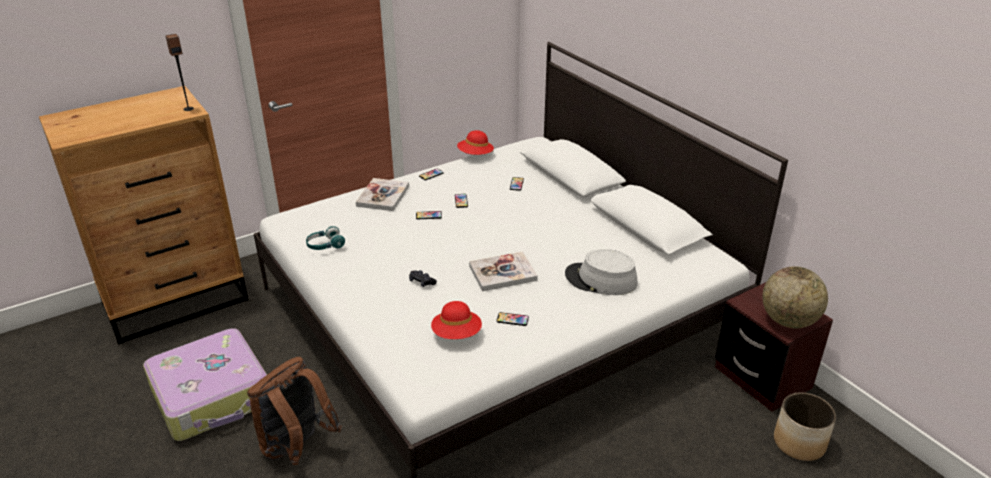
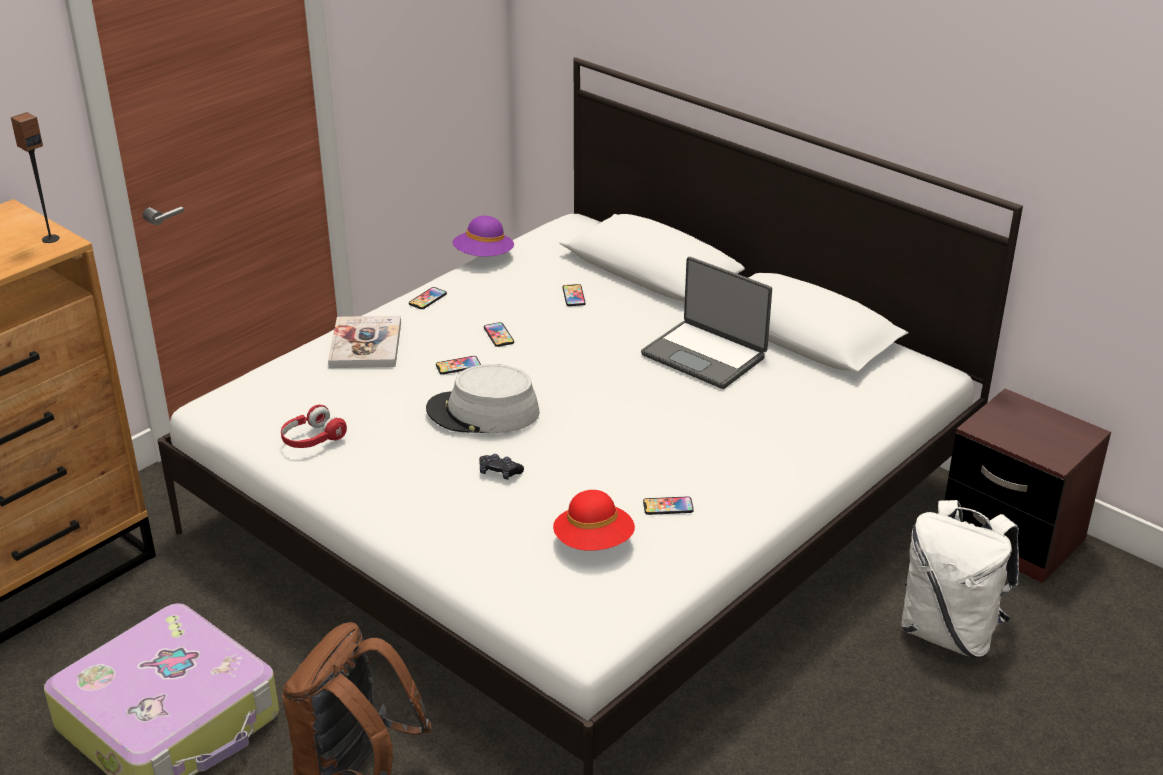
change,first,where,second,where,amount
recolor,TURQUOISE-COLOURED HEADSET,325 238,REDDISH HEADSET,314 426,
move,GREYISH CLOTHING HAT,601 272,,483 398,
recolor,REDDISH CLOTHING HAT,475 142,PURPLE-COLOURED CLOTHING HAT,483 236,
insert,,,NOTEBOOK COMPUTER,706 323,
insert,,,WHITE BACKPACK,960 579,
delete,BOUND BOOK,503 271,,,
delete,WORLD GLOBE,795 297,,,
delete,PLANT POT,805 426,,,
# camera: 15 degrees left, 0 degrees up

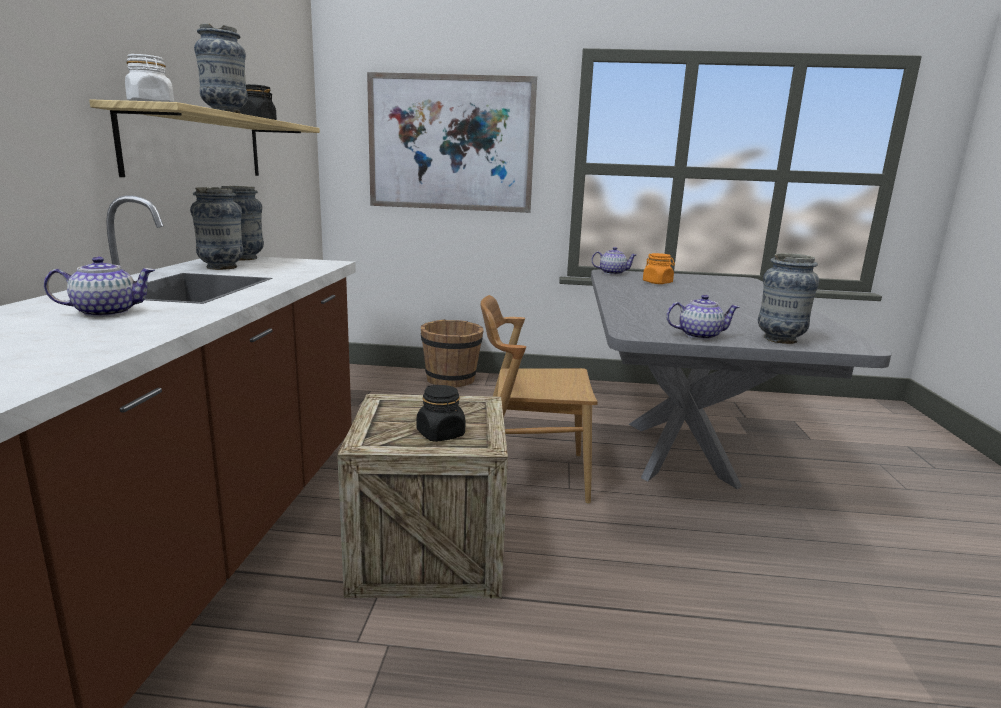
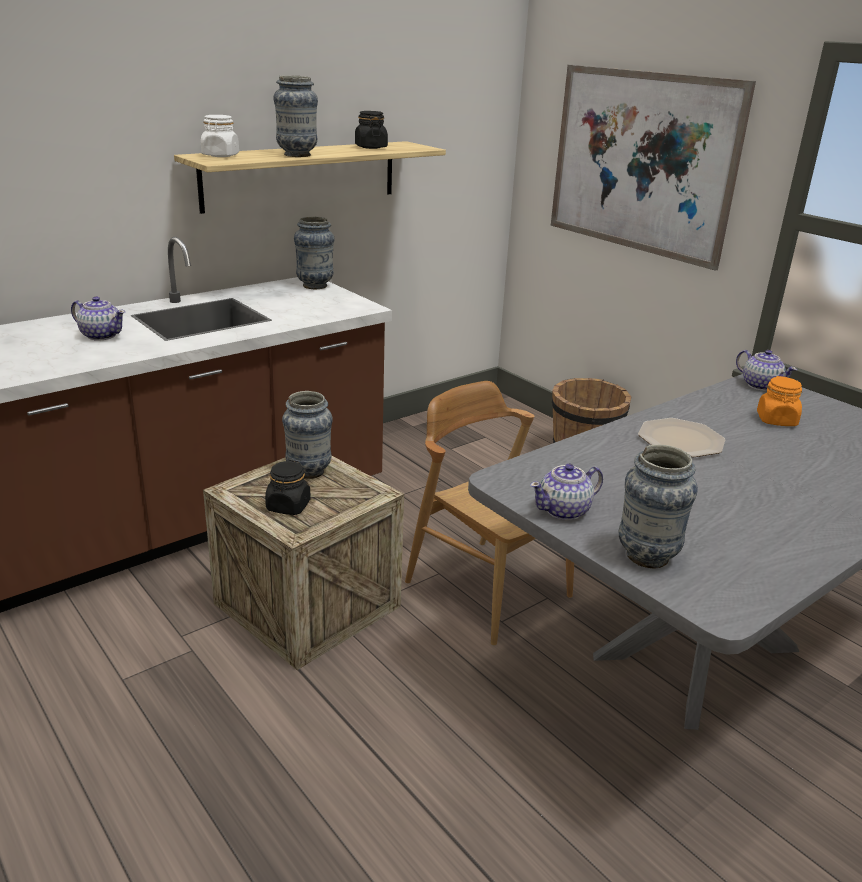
change,first,where,second,where,amount
move,DECORATIVE VASE,217 228,,307 435,
rotate,TEA POT,702 317,,566 492,105 degrees clockwise
insert,,,DINNER PLATE,682 437,
# camera: 45 degrees right, 10 degrees up

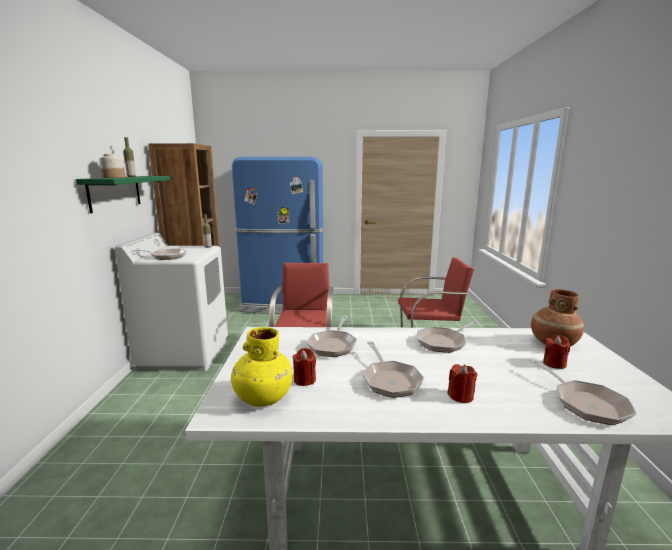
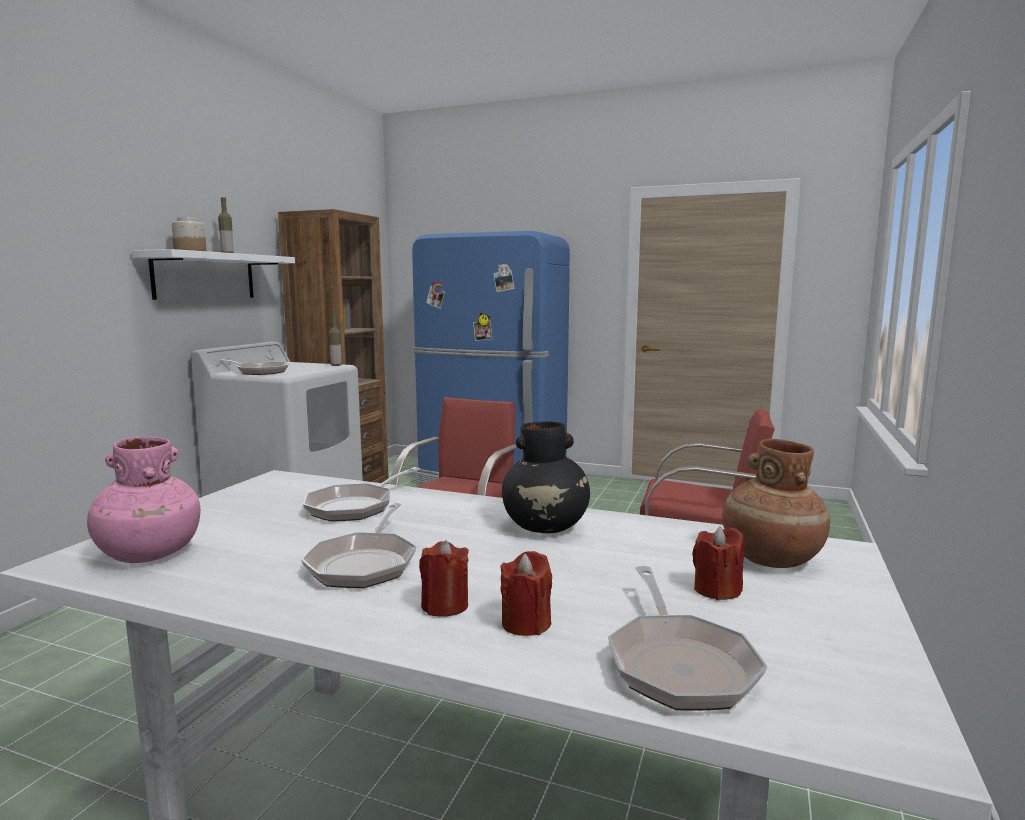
change,first,where,second,where,amount
recolor,YELLOW DECORATIVE VASE,261 367,PINK DECORATIVE VASE,143 499,
recolor,GREEN BRACKET SHELF,123 194,WHITE BRACKET SHELF,213 274,
move,REDDISH WAX LIGHT,304 367,,526 593,
replace,FRYING PAN,448 337,BLACKISH DECORATIVE VASE,546 477,
# camera: 20 degrees right, 5 degrees down

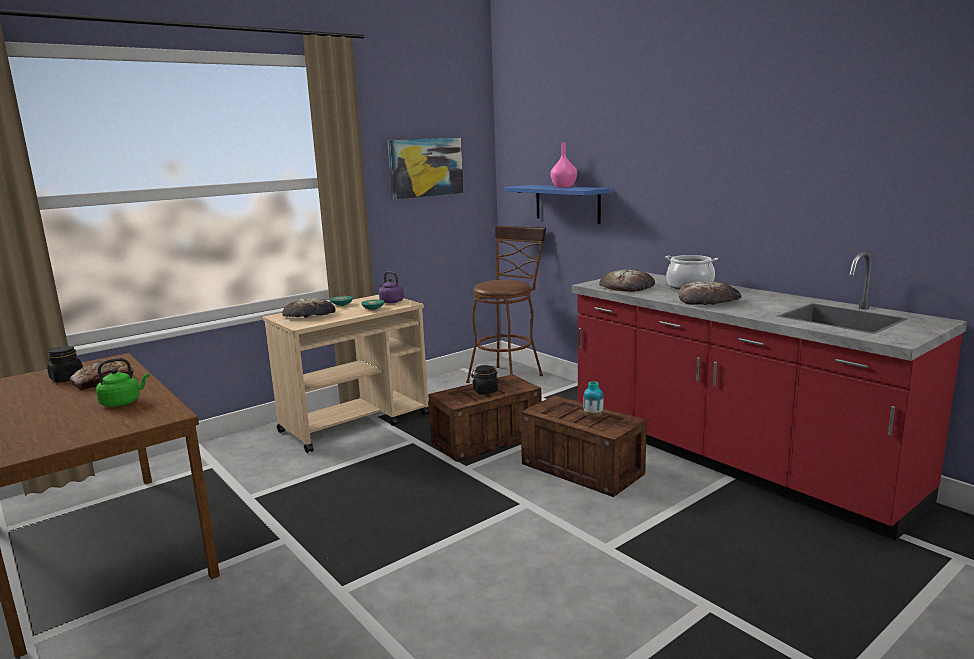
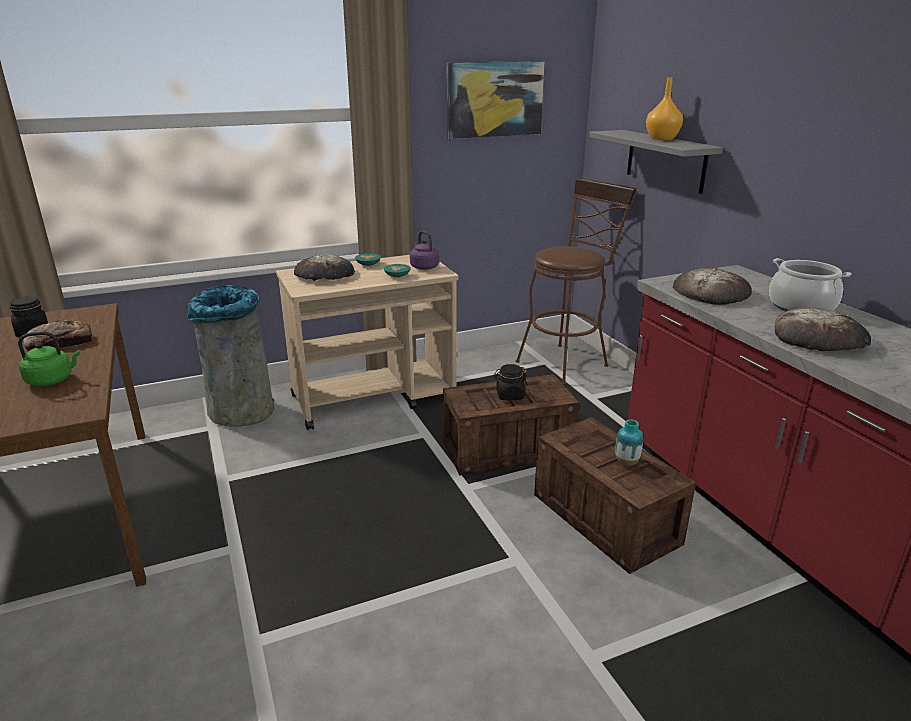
change,first,where,second,where,amount
insert,,,GREYISH WASTE BIN,230 356,
recolor,BLUE-COLOURED BRACKET SHELF,558 204,GREYISH BRACKET SHELF,656 162,
recolor,PINK DECORATIVE VASE,563 165,ORANGE DECORATIVE VASE,664 108,
# camera: 15 degrees right, 10 degrees up

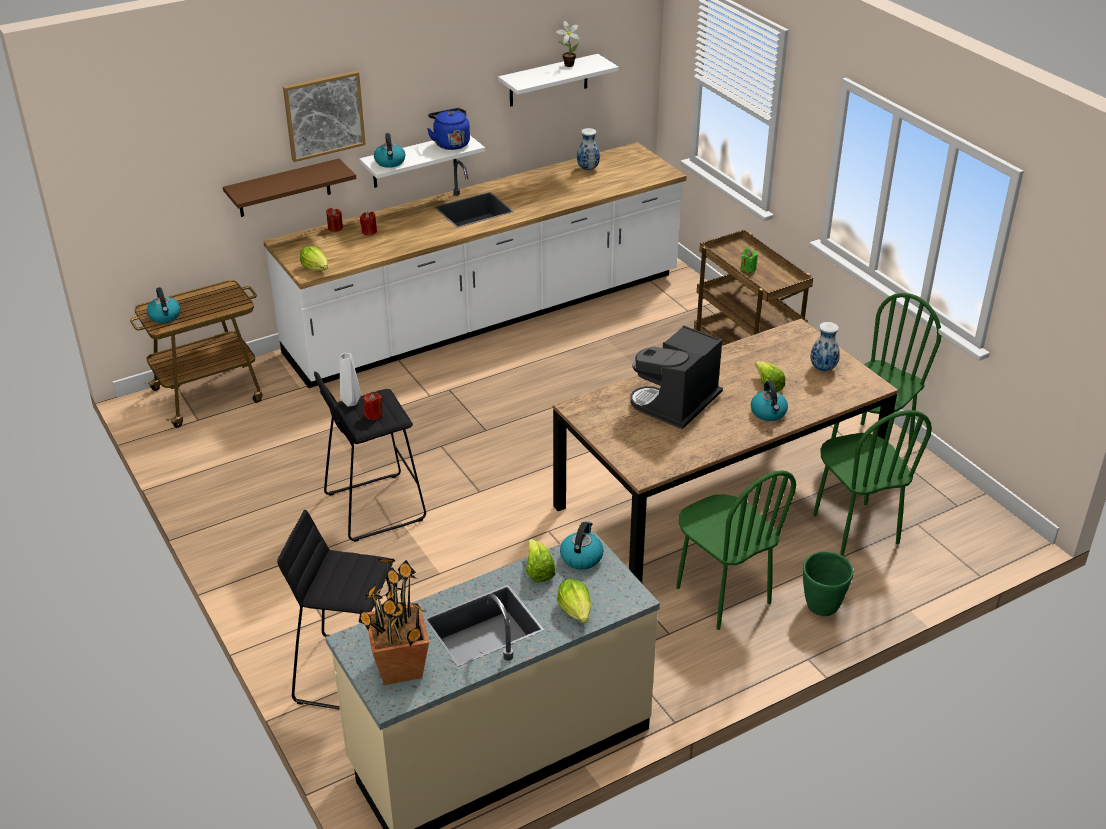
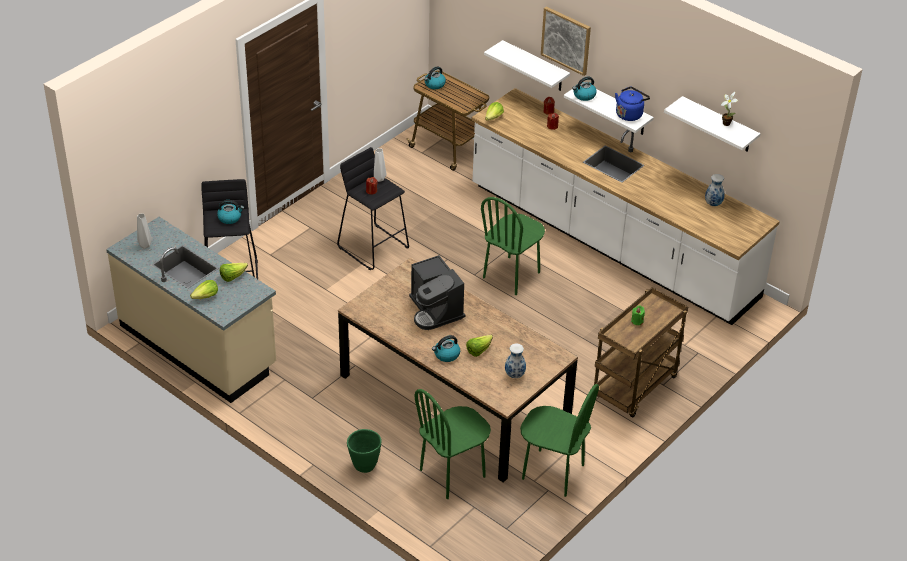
change,first,where,second,where,amount
replace,HOUSEPLANT,394 622,GREYISH DECORATIVE VASE,144 231,
move,KETTLE,582 545,,230 212,
rotate,COFFEE MACHINE,676 377,,437 292,135 degrees counterclockwise
move,GREEN PLAIN CHAIR,736 550,,513 246,
recolor,BROWN BRACKET SHELF,289 188,WHITE BRACKET SHELF,527 65,
# camera: 70 degrees right, 5 degrees up

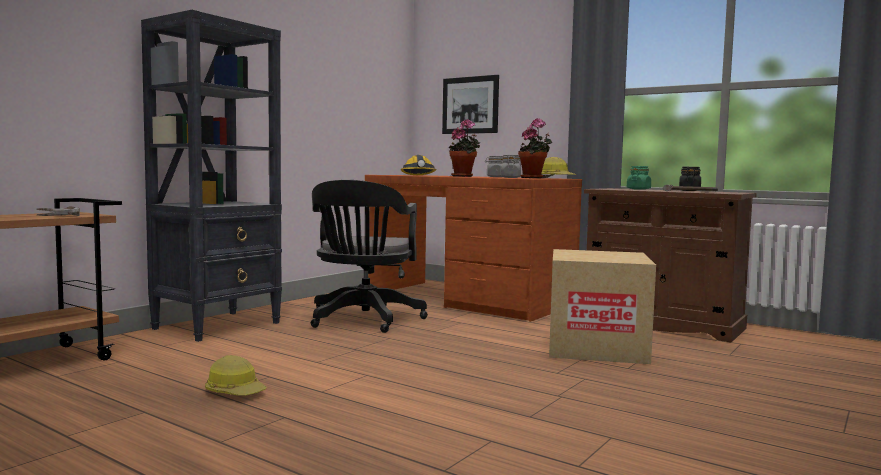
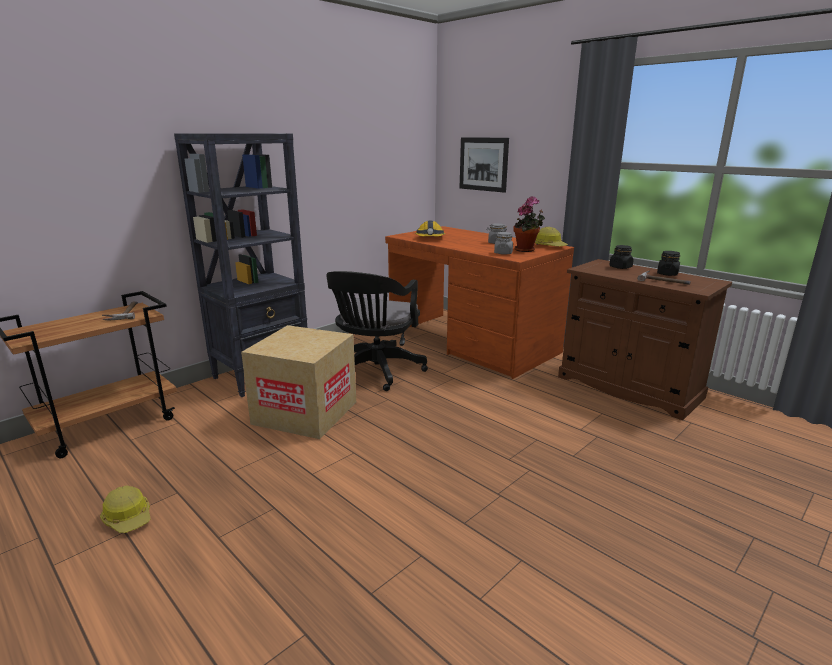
change,first,where,second,where,amount
move,HARD HAT,236 375,,125 509,
move,CARDBOARD BOX,602 306,,298 382,
recolor,GREEN STORAGE JAR,639 178,BLACKISH STORAGE JAR,621 257,
delete,HOUSEPLANT,464 148,,,
# camera: 10 degrees right, 15 degrees up

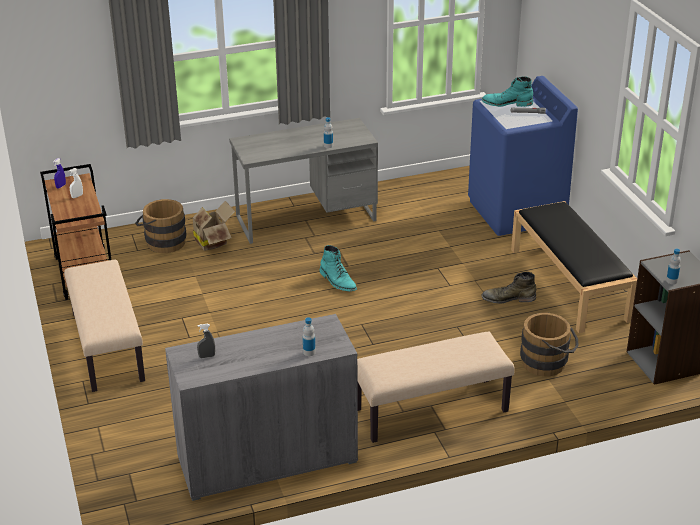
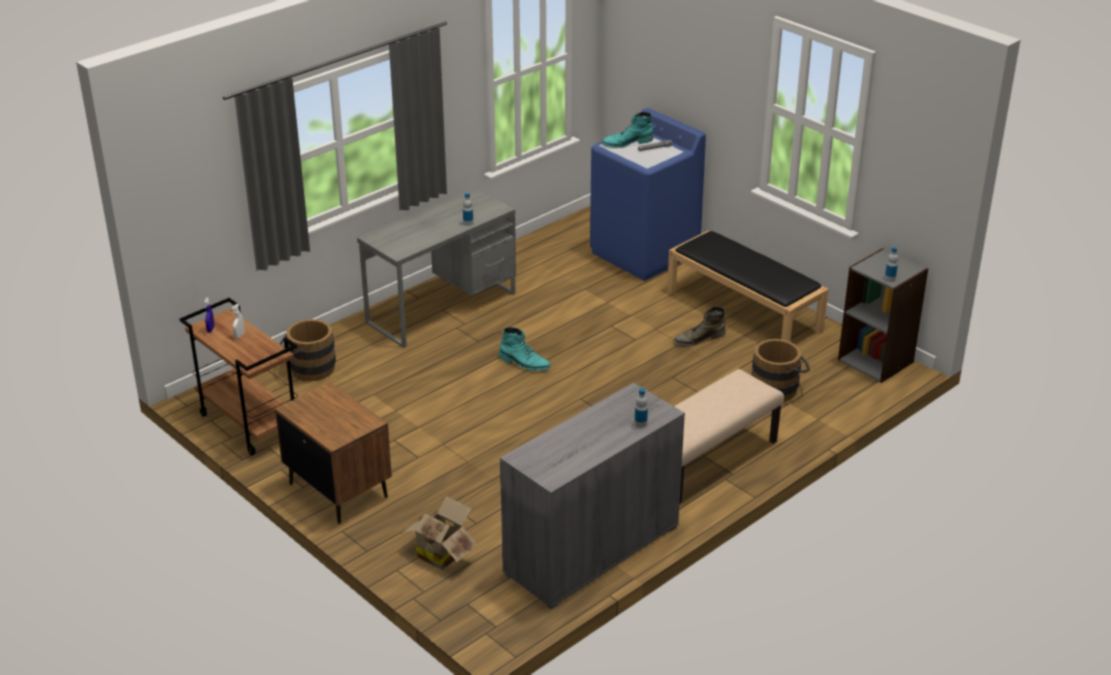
change,first,where,second,where,amount
replace,SAND-COLOURED LONG SEAT,104 326,BROWN NIGHT TABLE,333 453,
move,CARDBOARD BOX,211 226,,439 533,
delete,GREYISH SPRAYER,206 341,,,
# camera: 25 degrees left, 0 degrees up

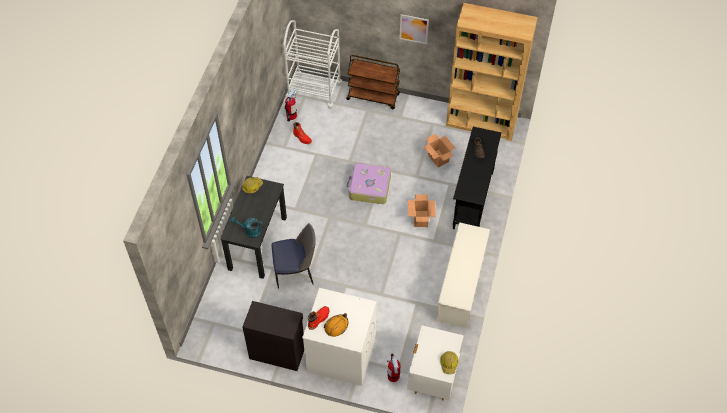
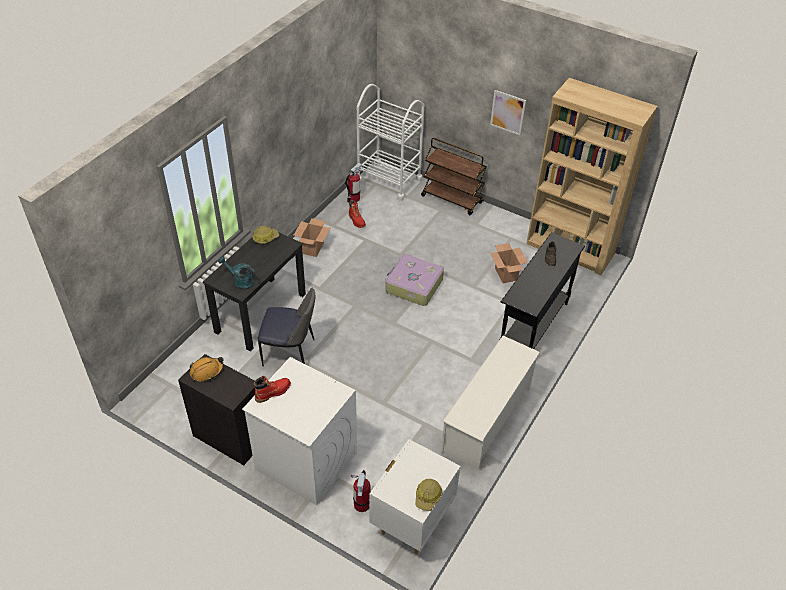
change,first,where,second,where,amount
move,ORANGE HARD HAT,336 325,,207 369,
move,CARDBOARD BOX,422 211,,312 237,
# camera: 15 degrees right, 10 degrees down

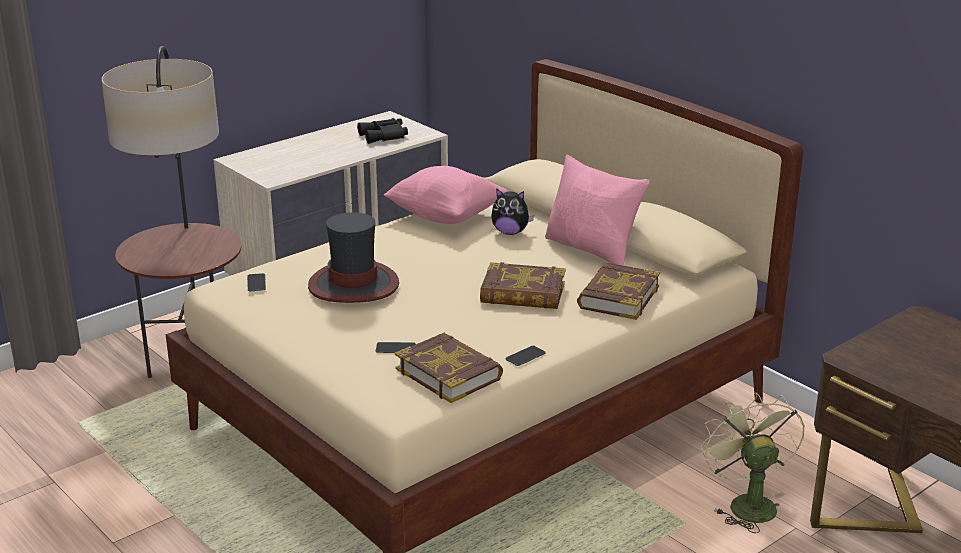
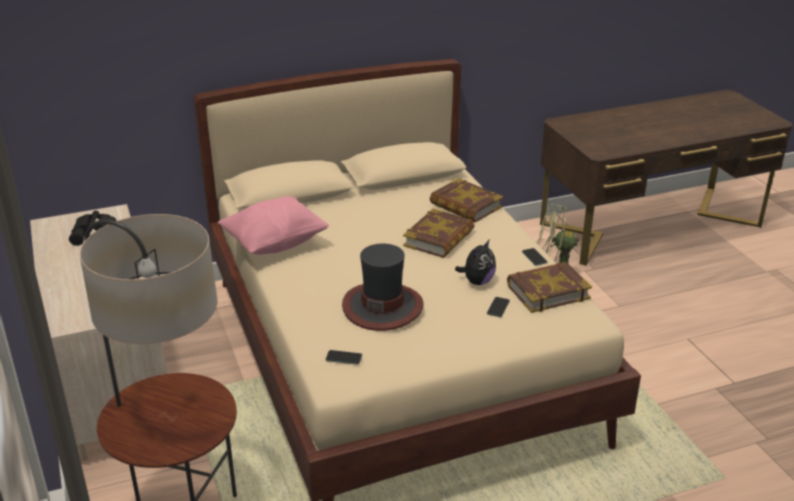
change,first,where,second,where,amount
move,PLUSH TOY,512 211,,475 262,
delete,PINK CUSHION,597 210,,,
# camera: 70 degrees left, 5 degrees up

